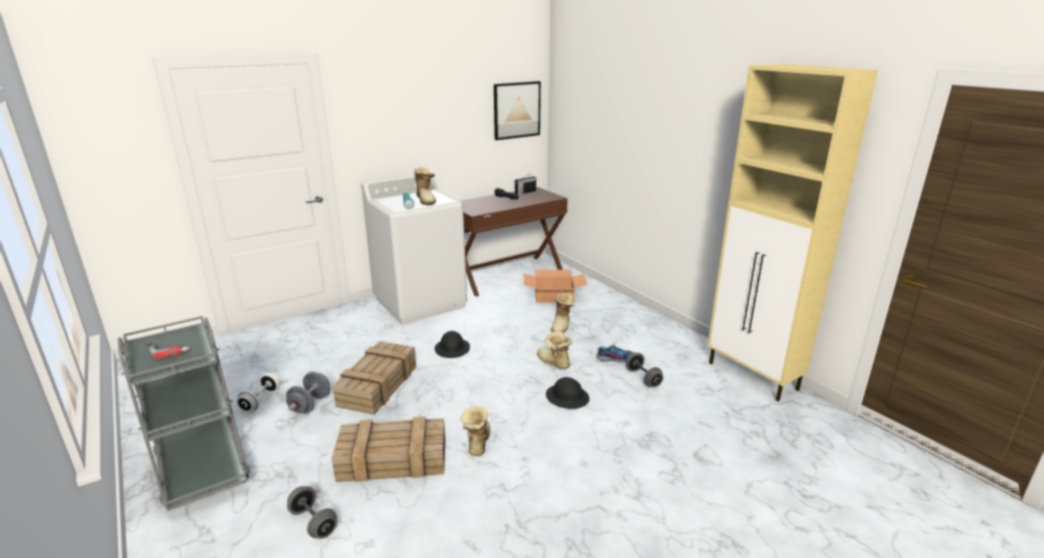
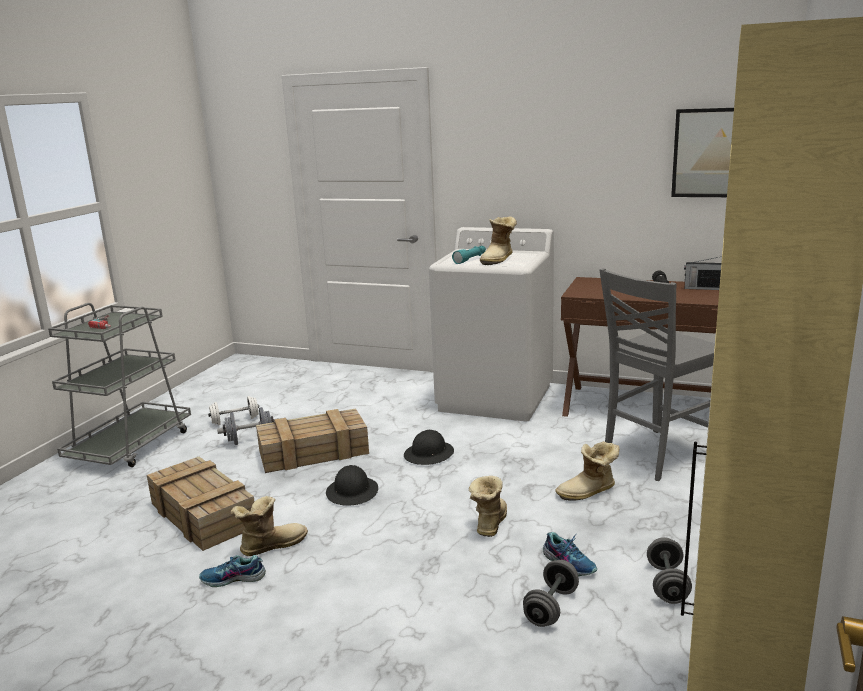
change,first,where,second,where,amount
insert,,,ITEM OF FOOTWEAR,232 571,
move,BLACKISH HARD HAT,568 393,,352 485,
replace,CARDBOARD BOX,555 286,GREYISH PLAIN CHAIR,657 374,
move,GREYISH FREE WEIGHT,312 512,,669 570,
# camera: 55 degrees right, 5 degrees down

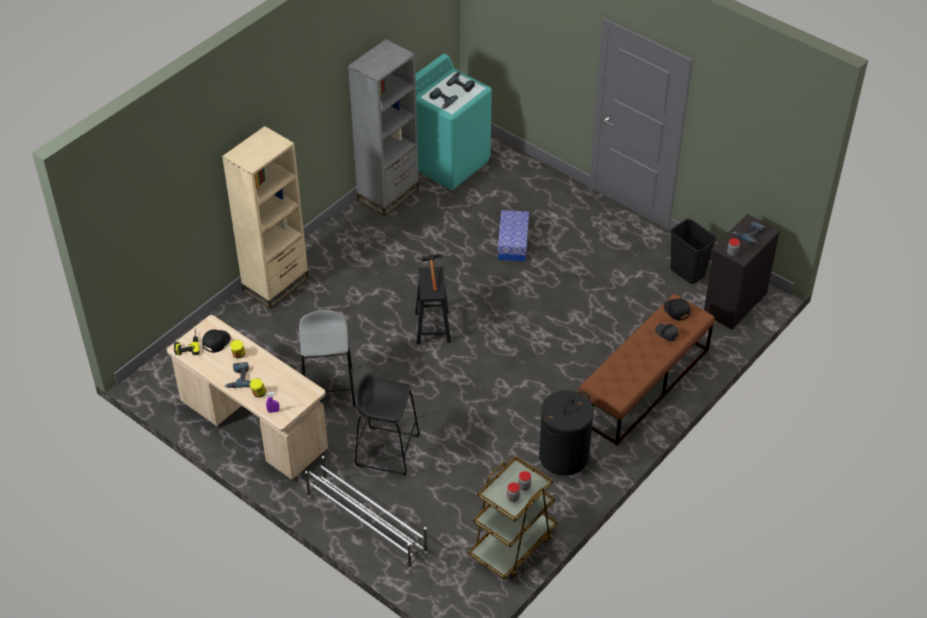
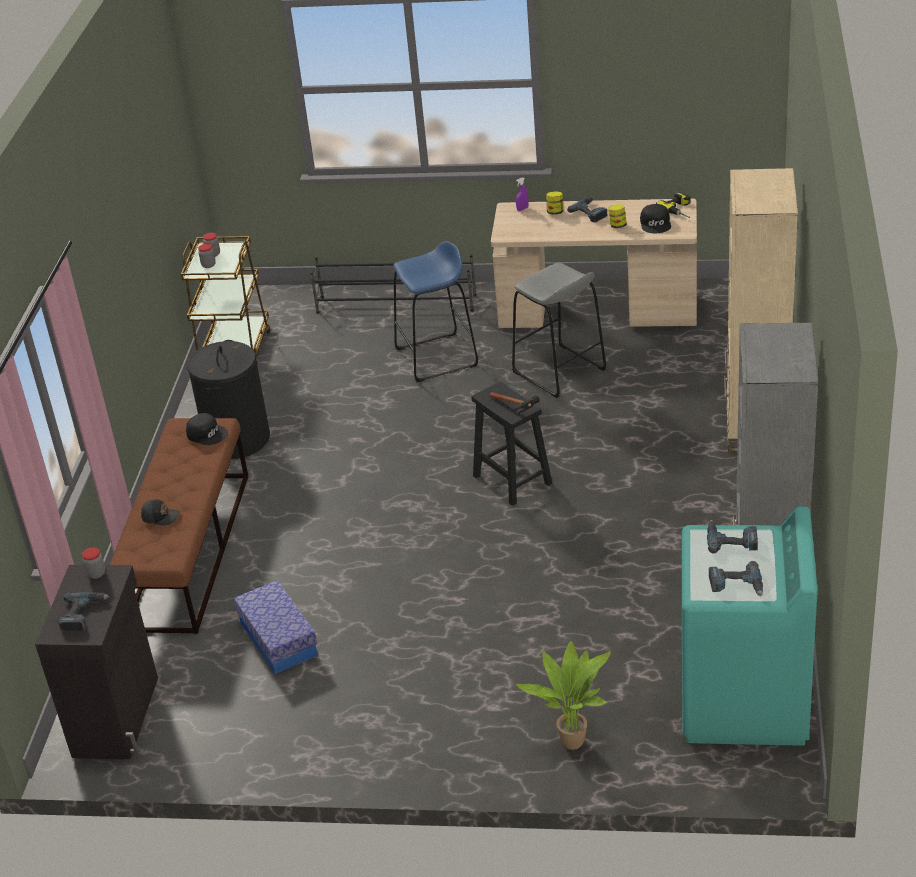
change,first,where,second,where,amount
move,BLACKISH BASEBALL CAP,677 309,,207 429,
move,STORAGE BOX,513 235,,276 627,
recolor,WHITE SHOE RACK,366 512,BLACKISH SHOE RACK,393 284,
recolor,BLACKISH STOOL SEAT,387 424,BLUE-COLOURED STOOL SEAT,436 311,
insert,,,HOUSEPLANT,563 695,
delete,BLACKISH WASTE BIN,693 251,,,
# camera: 150 degrees right, 10 degrees down

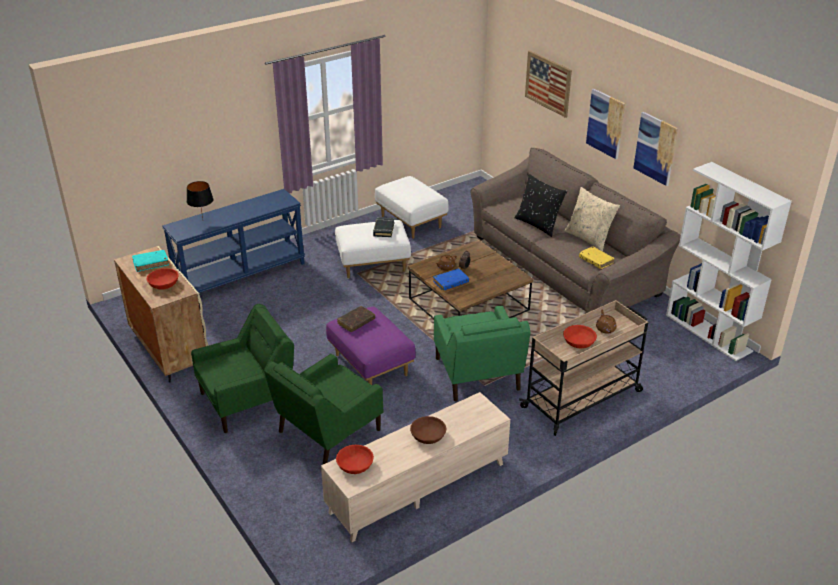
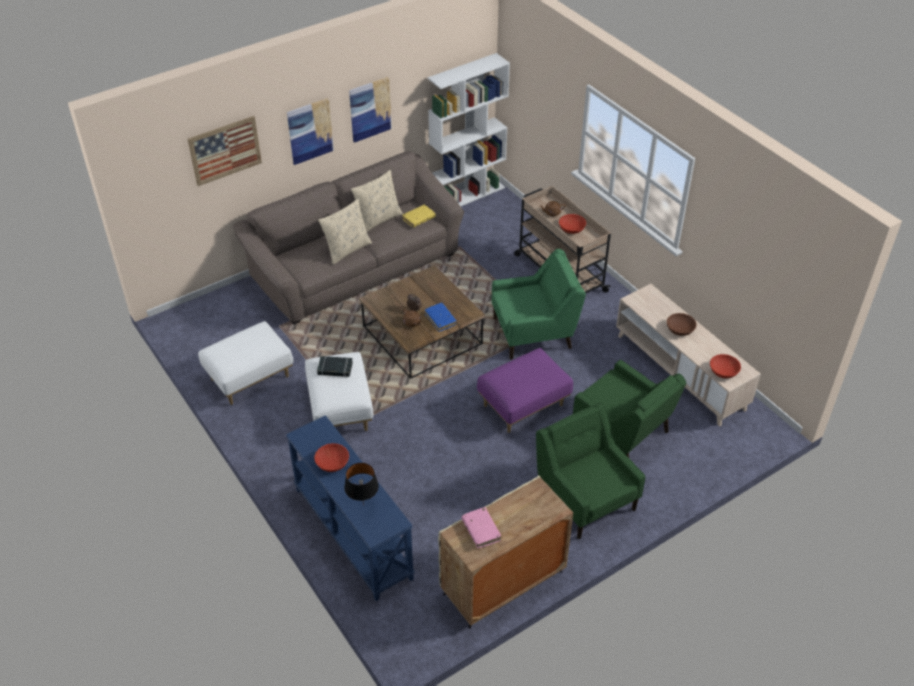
change,first,where,second,where,amount
move,REDDISH DEEP DISH,162 279,,331 457,
recolor,BLACKISH CUSHION,541 205,SAND-COLOURED CUSHION,345 232,
recolor,TURQUOISE-COLOURED BOUND BOOK,150 261,PINK BOUND BOOK,481 527,
delete,BROWN BOUND BOOK,356 319,,,
# camera: 90 degrees left, 10 degrees up

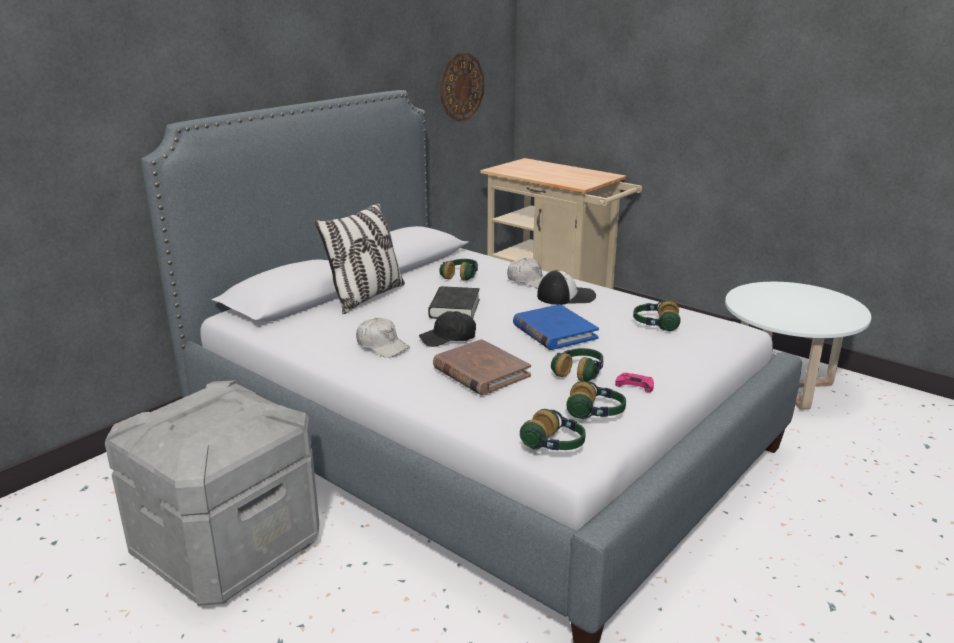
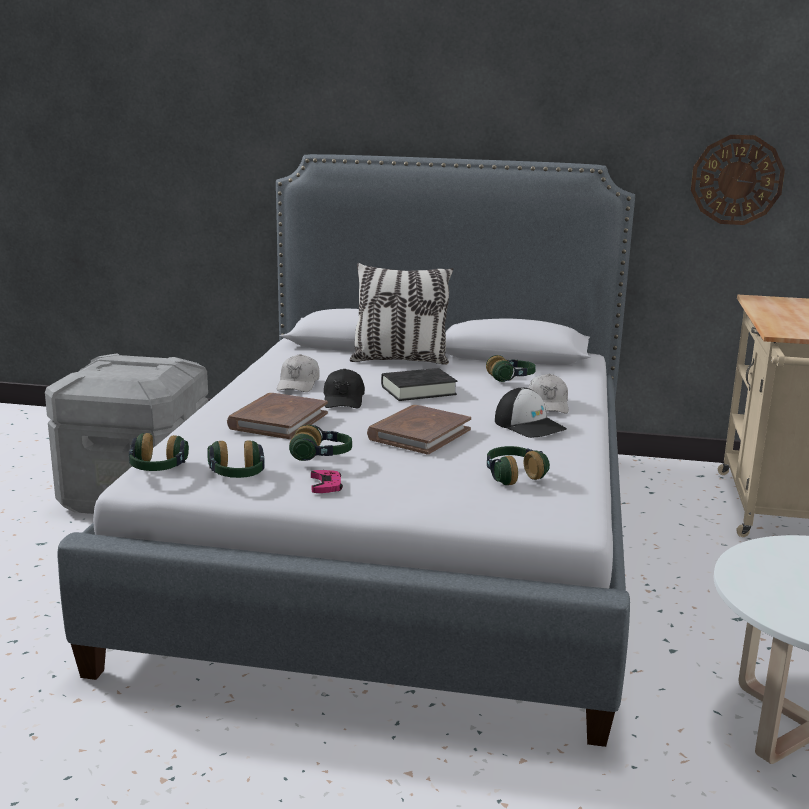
change,first,where,second,where,amount
rotate,BLACKISH BASEBALL CAP,447 329,,344 388,135 degrees counterclockwise
recolor,BLUE-COLOURED BOUND BOOK,556 327,BROWN BOUND BOOK,419 430,
# camera: 60 degrees right, 5 degrees down

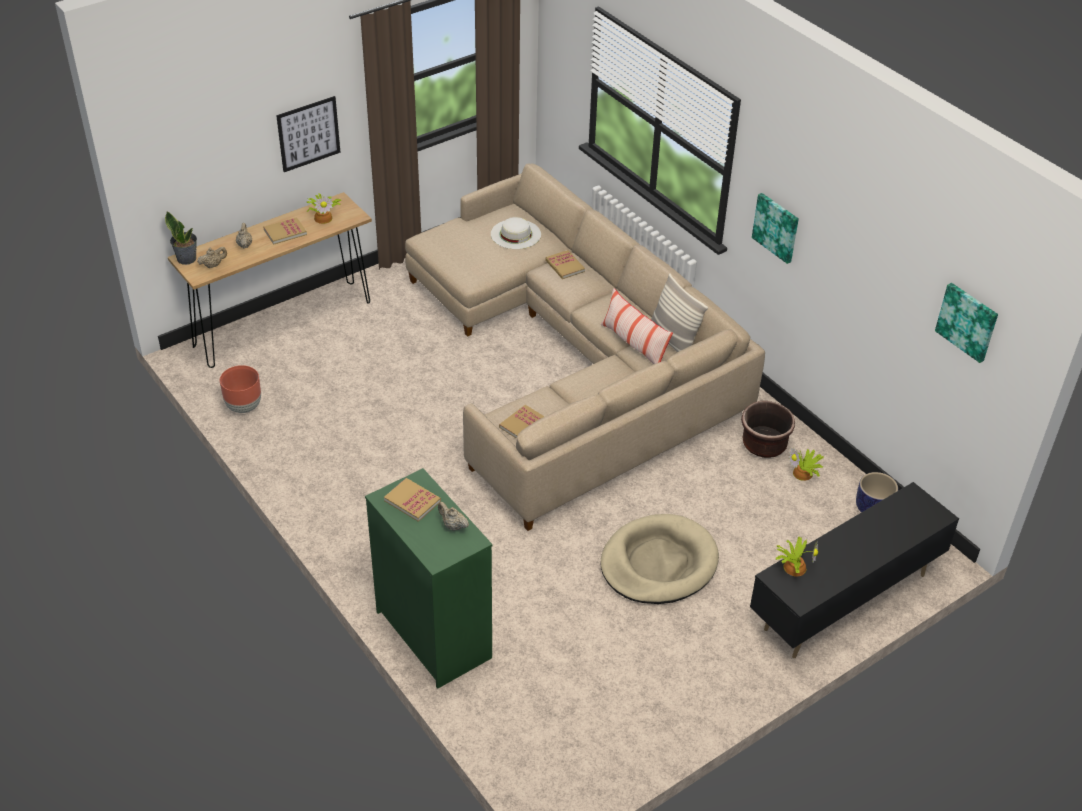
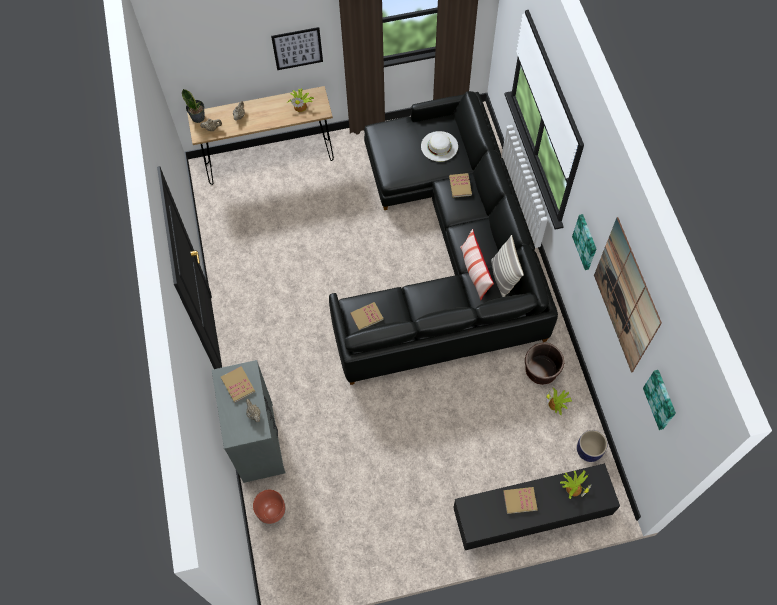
change,first,where,second,where,amount
recolor,GREEN DRAWER CHEST,428 578,GREYISH DRAWER CHEST,248 421,
move,BROWN PLANT POT,240 389,,269 507,
recolor,SAND-COLOURED SETTEE,585 347,BLACKISH SETTEE,443 238,
move,BOUND BOOK,285 230,,520 500,
move,HOUSEPLANT,797 557,,575 485,
insert,,,WALL ART,628 295,
delete,SAND-COLOURED PET BED,660 559,,,
# camera: 25 degrees right, 20 degrees up

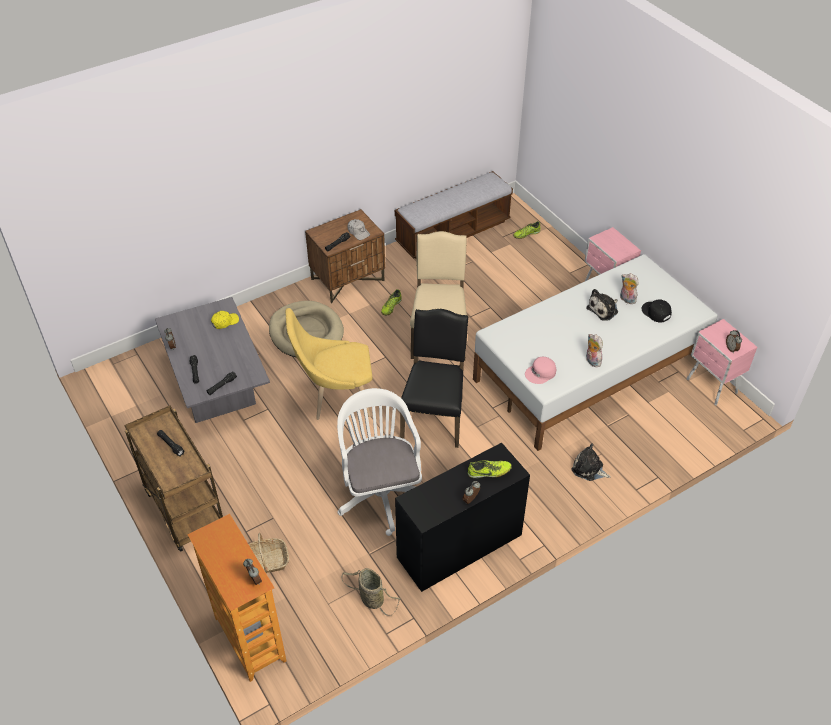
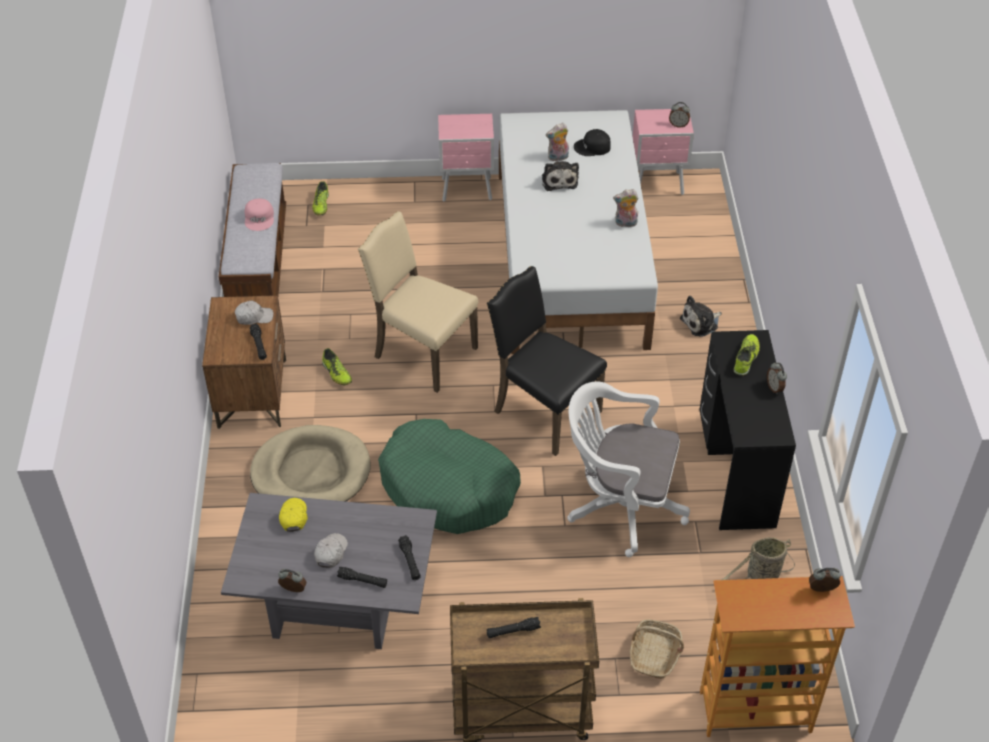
change,first,where,second,where,amount
move,PINK BASEBALL CAP,540 370,,259 214,
insert,,,WHITE BASEBALL CAP,331 550,
replace,YELLOW PLAIN CHAIR,329 364,GREEN PET BED,449 476,
# camera: 60 degrees left, 0 degrees up

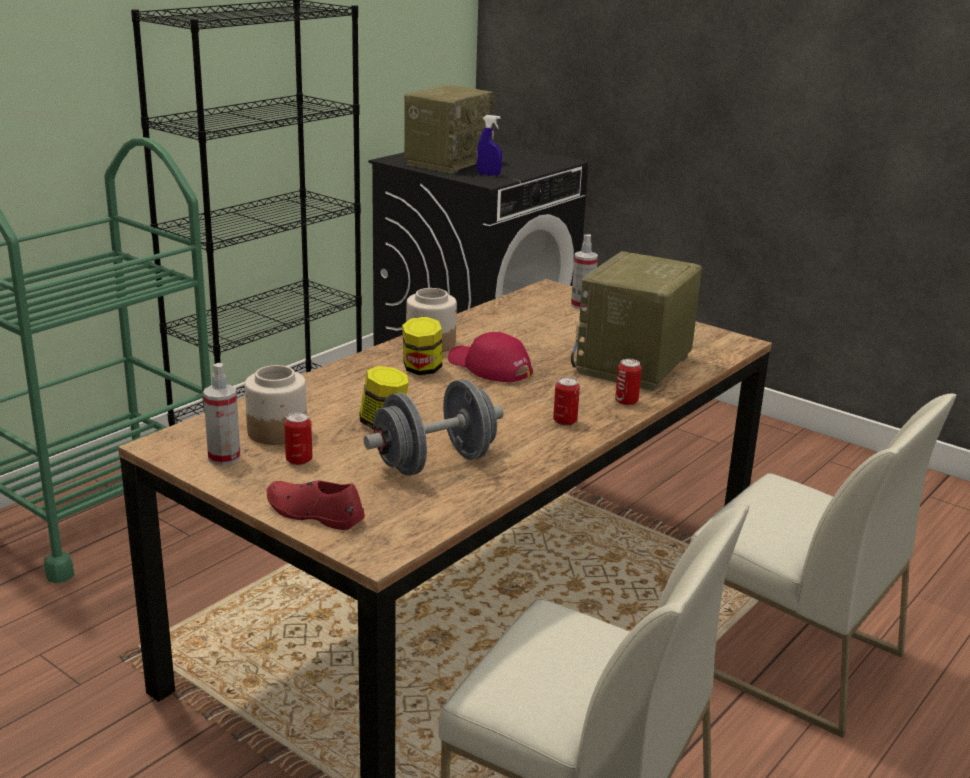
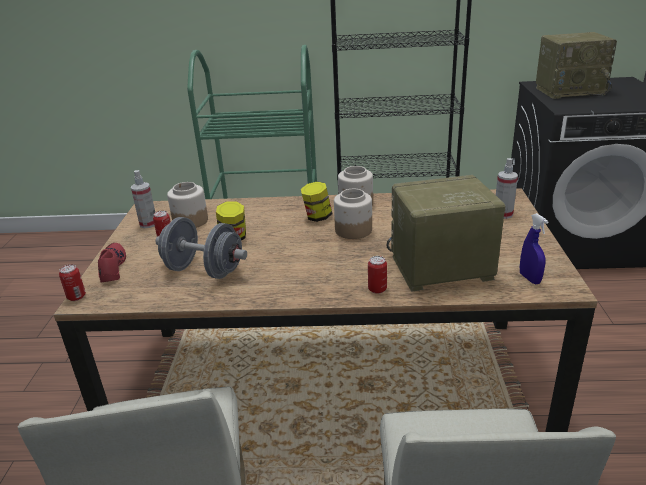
change,first,where,second,where,amount
move,METAL CAN,566 401,,72 282,
replace,REDDISH BASEBALL CAP,490 357,STORAGE JAR,353 214,
move,BLUE-COLOURED SPRAYER,489 145,,534 248,
# camera: 55 degrees right, 5 degrees up

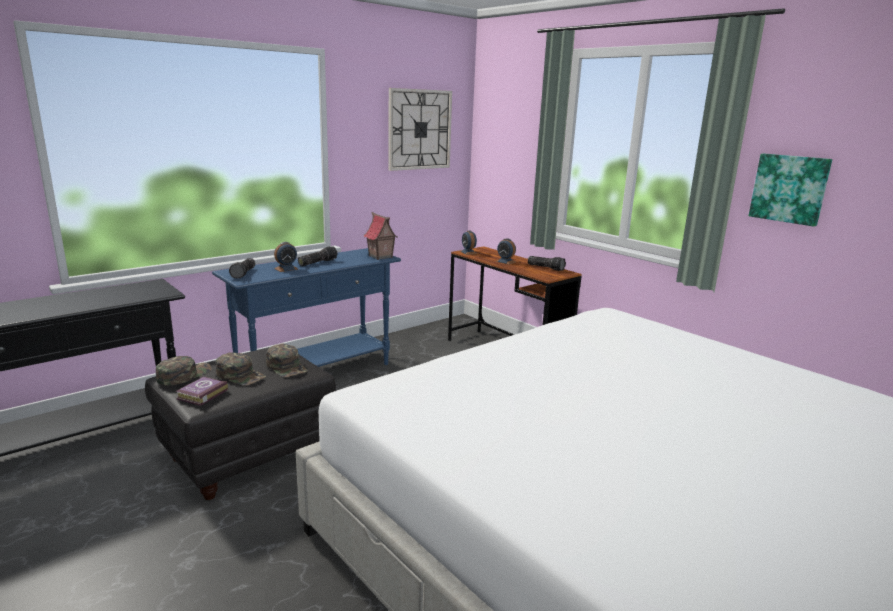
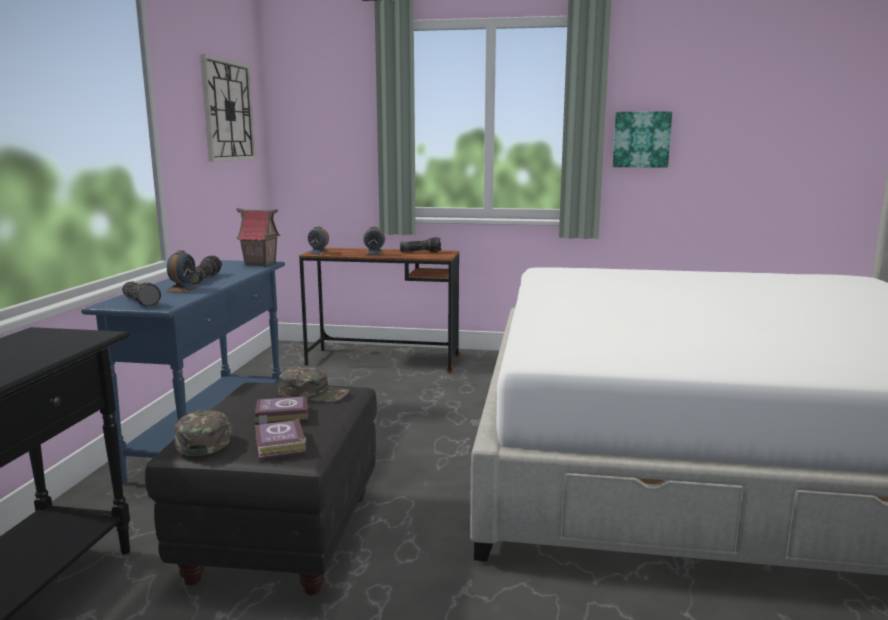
change,first,where,second,where,amount
replace,GREEN BASEBALL CAP,241 369,BOUND BOOK,281 410,
# camera: 40 degrees left, 5 degrees down

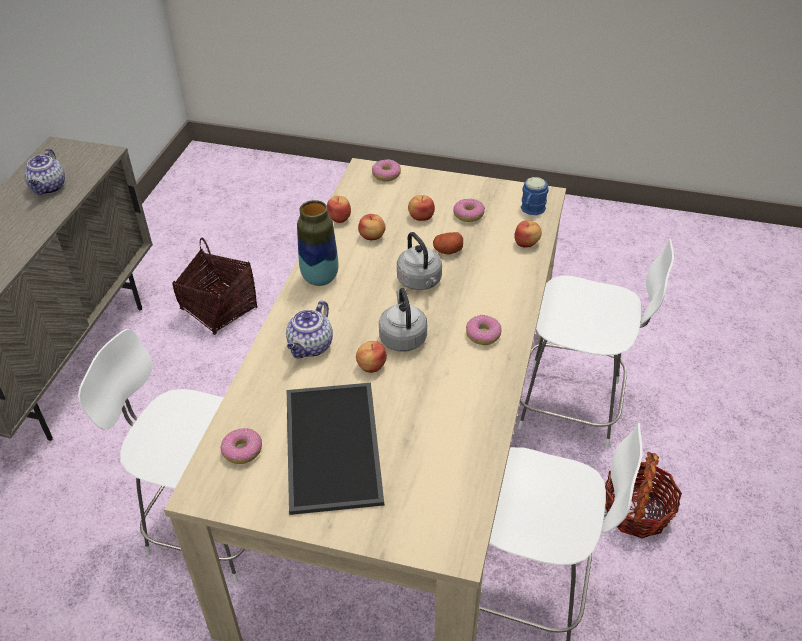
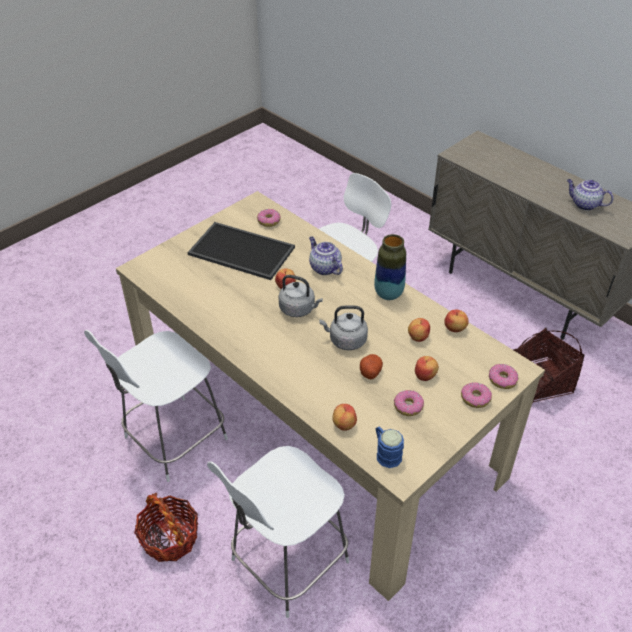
change,first,where,second,where,amount
move,RING DOUGHNUT,484 330,,476 395,
# camera: 120 degrees right, 0 degrees up

